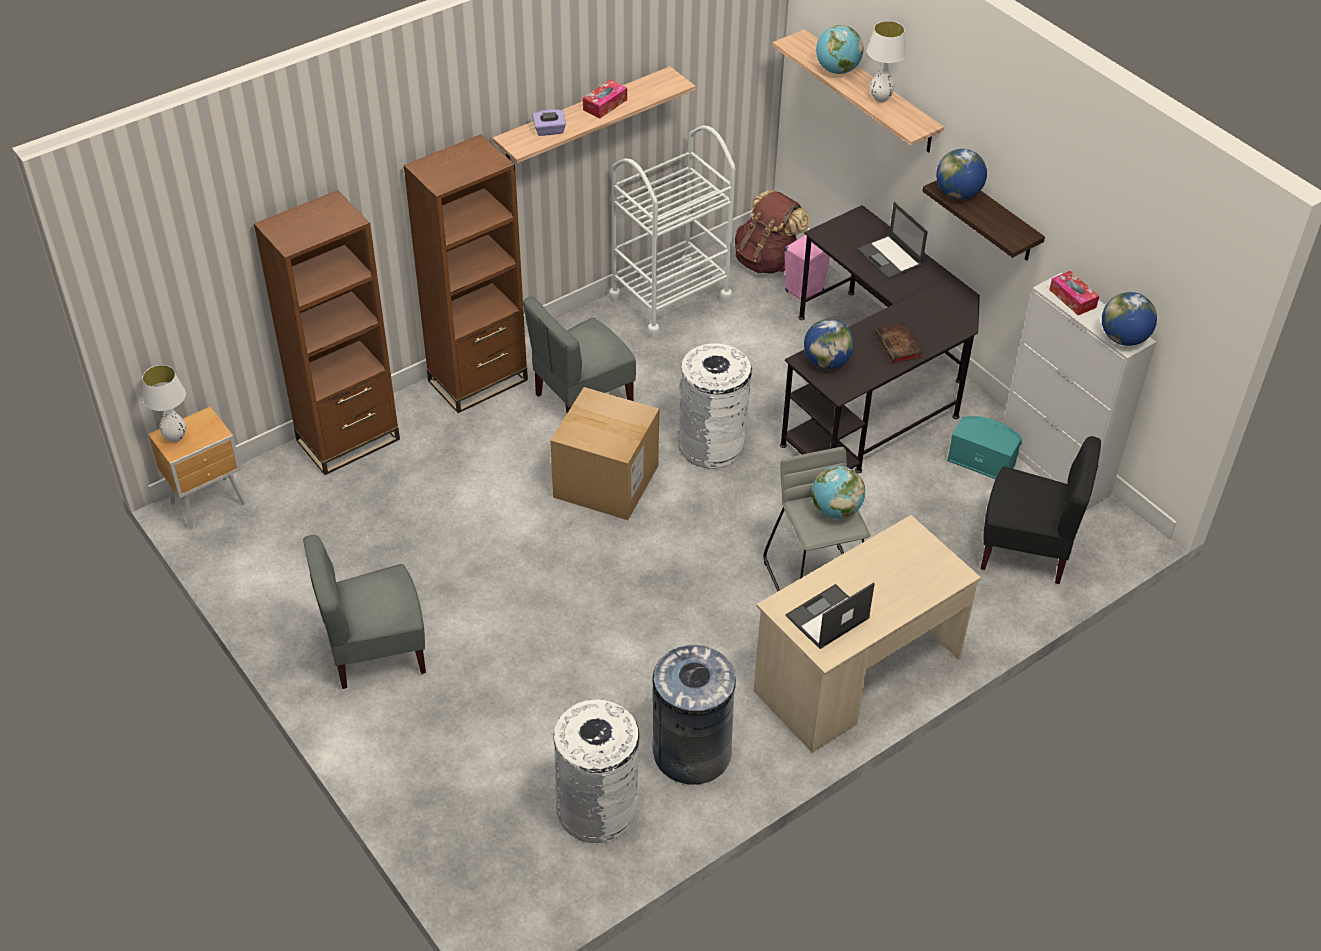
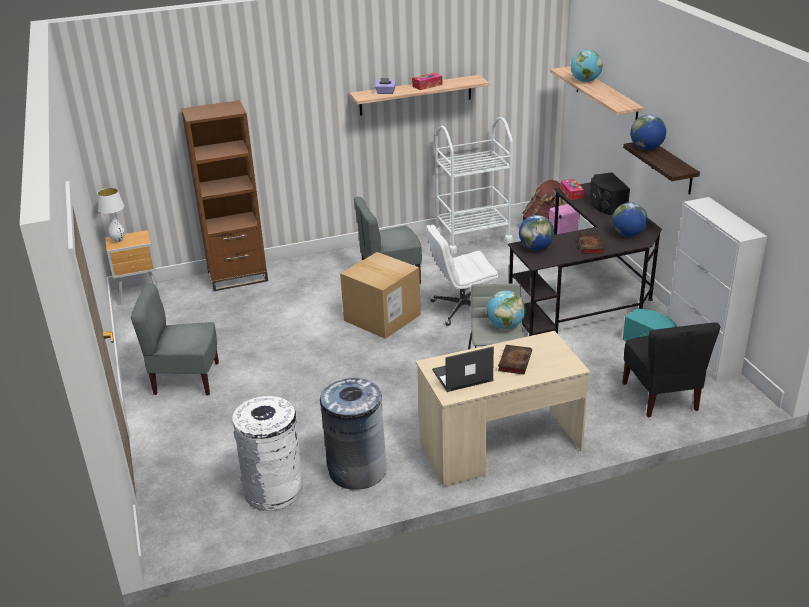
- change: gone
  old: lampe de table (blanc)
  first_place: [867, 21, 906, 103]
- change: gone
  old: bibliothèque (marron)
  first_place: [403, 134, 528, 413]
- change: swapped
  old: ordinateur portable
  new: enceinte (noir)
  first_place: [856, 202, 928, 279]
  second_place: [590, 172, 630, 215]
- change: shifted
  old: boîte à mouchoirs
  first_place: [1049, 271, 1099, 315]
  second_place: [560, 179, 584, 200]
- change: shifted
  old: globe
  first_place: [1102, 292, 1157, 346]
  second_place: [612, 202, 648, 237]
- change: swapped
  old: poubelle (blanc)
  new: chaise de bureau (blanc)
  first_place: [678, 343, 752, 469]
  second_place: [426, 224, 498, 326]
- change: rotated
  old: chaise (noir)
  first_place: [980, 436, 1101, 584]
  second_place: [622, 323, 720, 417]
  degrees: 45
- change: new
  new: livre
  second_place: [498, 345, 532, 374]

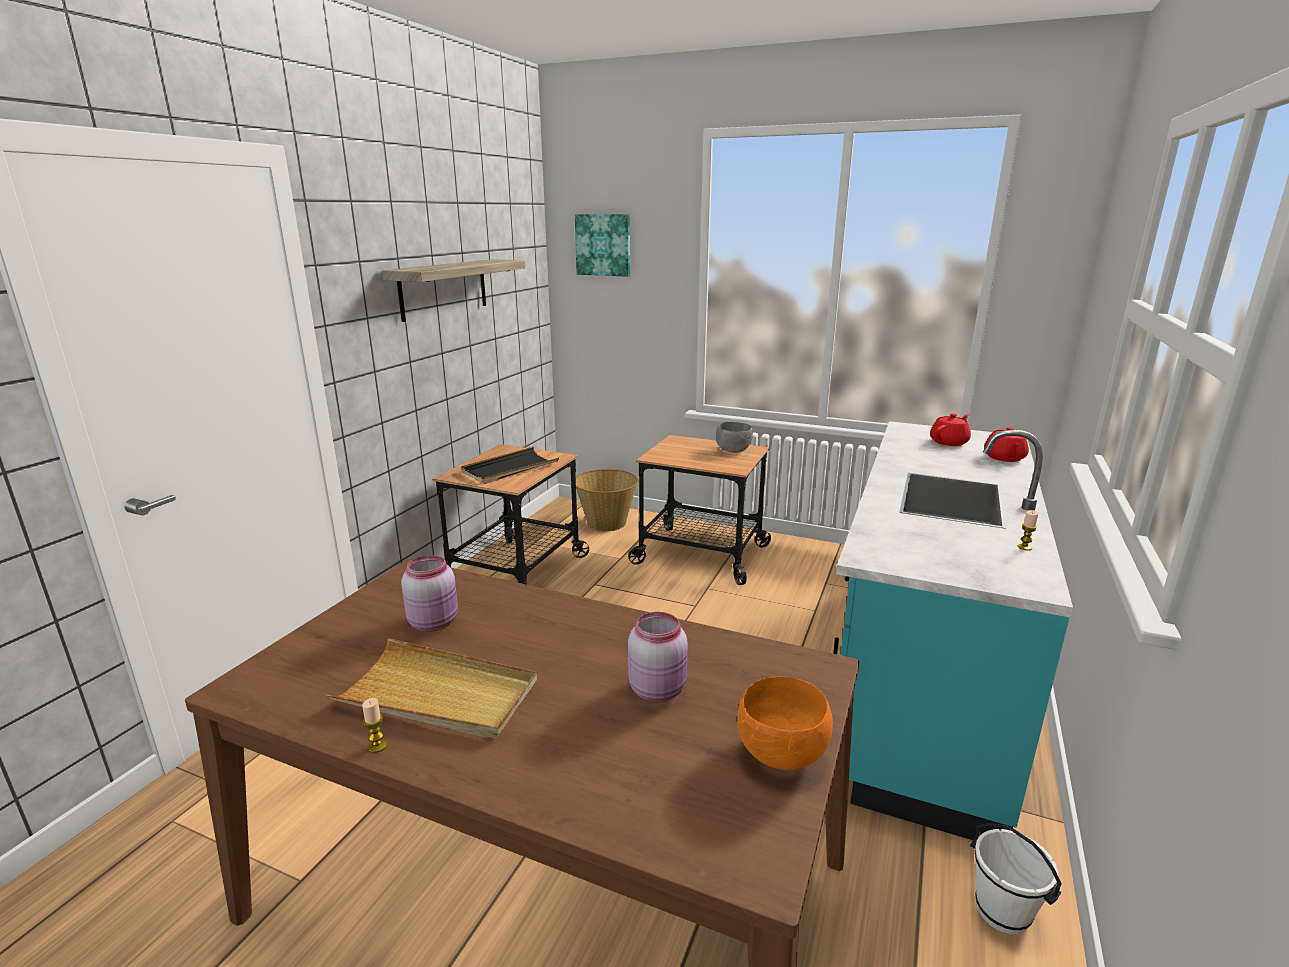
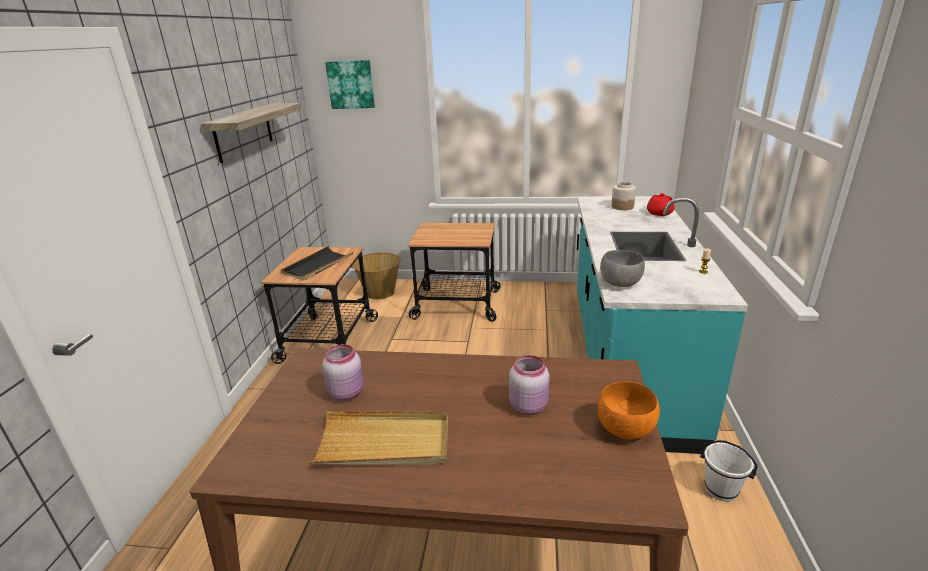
- change: swapped
  old: théière (rouge)
  new: bocal
  first_place: [930, 413, 971, 446]
  second_place: [611, 182, 636, 210]
- change: shifted
  old: bol (gris)
  first_place: [716, 422, 753, 453]
  second_place: [600, 250, 645, 287]
- change: gone
  old: bougie
  first_place: [362, 698, 387, 753]

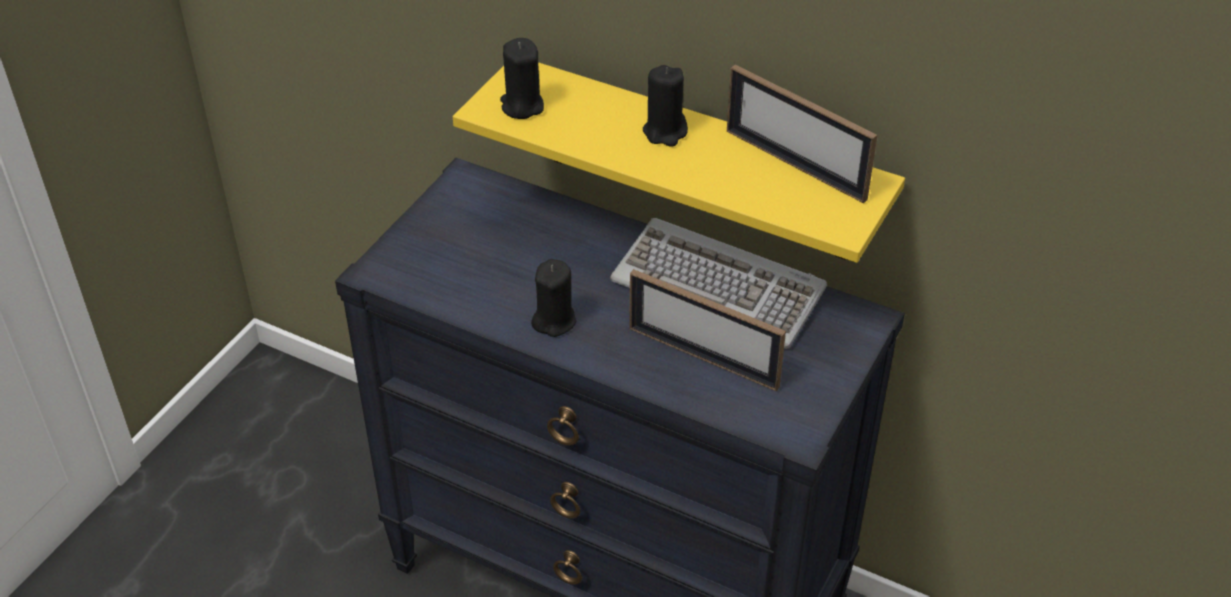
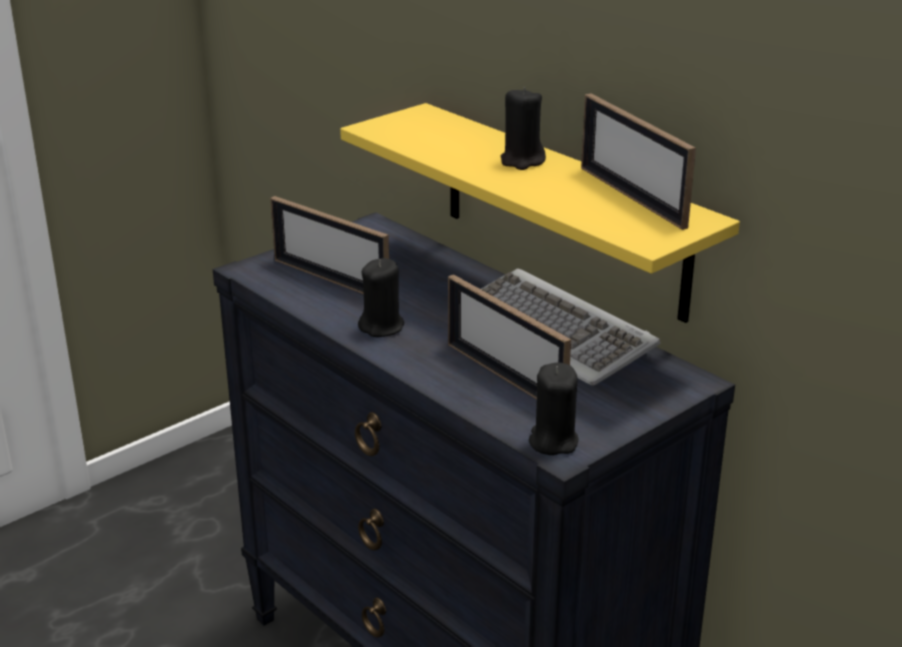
- change: shifted
  old: bougie (noir)
  first_place: [500, 38, 544, 119]
  second_place: [529, 362, 578, 455]
- change: new
  new: cadre photo
  second_place: [270, 196, 389, 294]

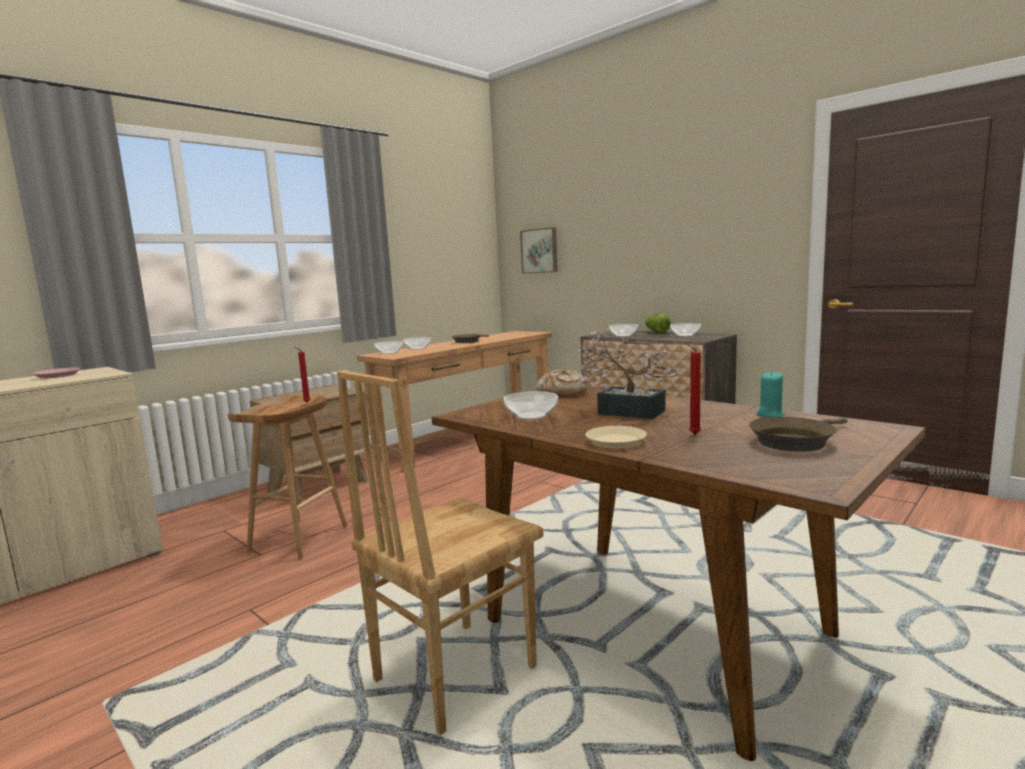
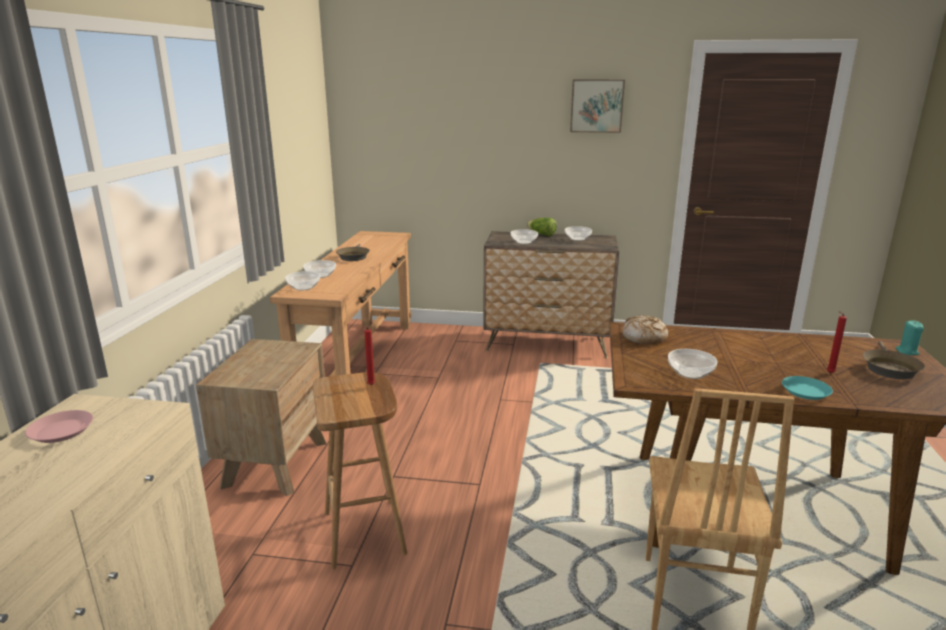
- change: shifted
  old: tableau
  first_place: [520, 227, 558, 274]
  second_place: [570, 79, 625, 133]
- change: gone
  old: plante en pot
  first_place: [576, 330, 678, 419]
- change: shifted
  old: bougie (turquoise)
  first_place: [756, 371, 784, 417]
  second_place: [895, 320, 924, 355]
- change: repainted
  old: assiette (beige)
  new: assiette (turquoise)
  first_place: [585, 426, 647, 448]
  second_place: [782, 376, 833, 400]

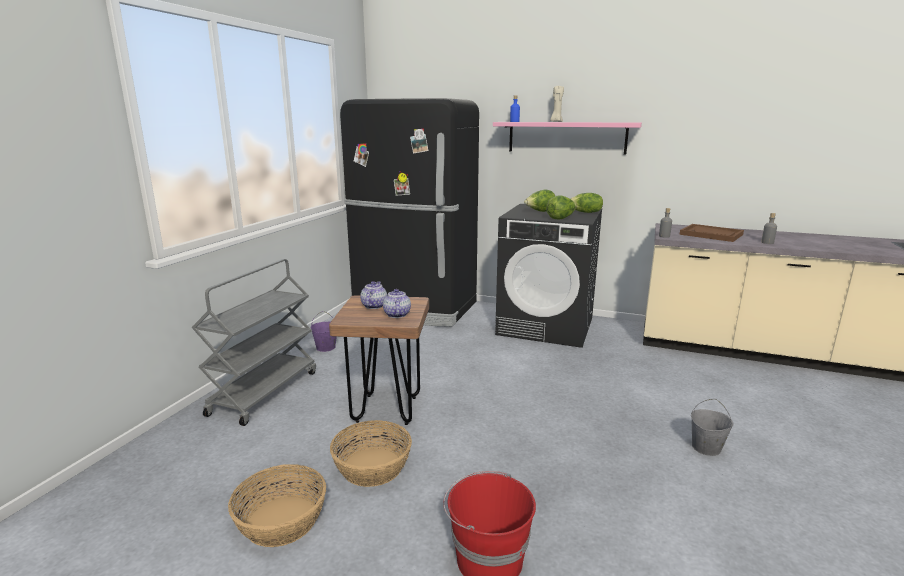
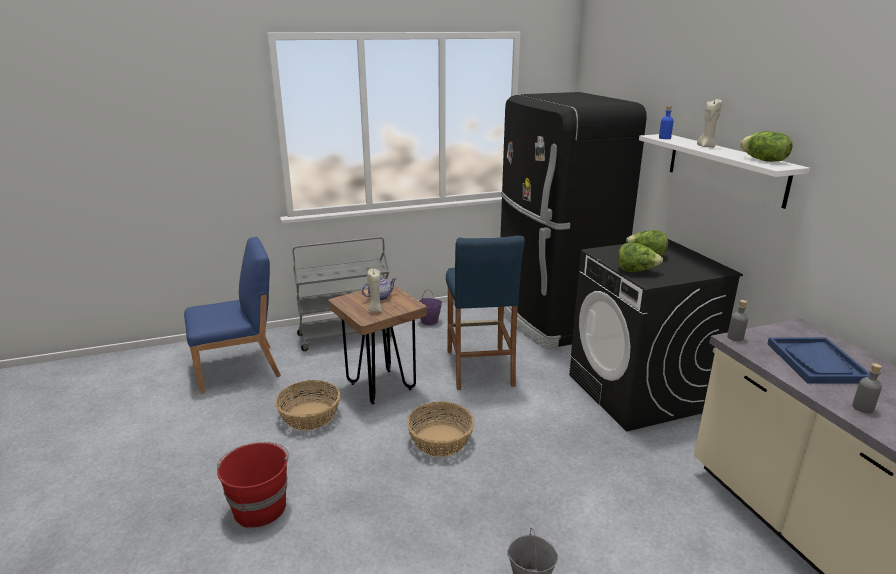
- change: repainted
  old: étagère (rose)
  new: étagère (blanc)
  first_place: [493, 122, 642, 154]
  second_place: [639, 134, 810, 209]
- change: shifted
  old: laitue
  first_place: [571, 193, 603, 213]
  second_place: [740, 131, 793, 162]
- change: repainted
  old: plateau (marron)
  new: plateau (bleu)
  first_place: [680, 224, 744, 242]
  second_place: [767, 337, 870, 383]
- change: swapped
  old: théière
  new: bougie (beige)
  first_place: [383, 289, 411, 318]
  second_place: [367, 269, 382, 312]
- change: shifted
  old: panier
  first_place: [228, 464, 326, 547]
  second_place: [407, 402, 475, 457]
- change: new
  new: tabouret (bleu)
  second_place: [446, 236, 525, 390]
- change: new
  new: chaise (bleu)
  second_place: [184, 237, 281, 394]

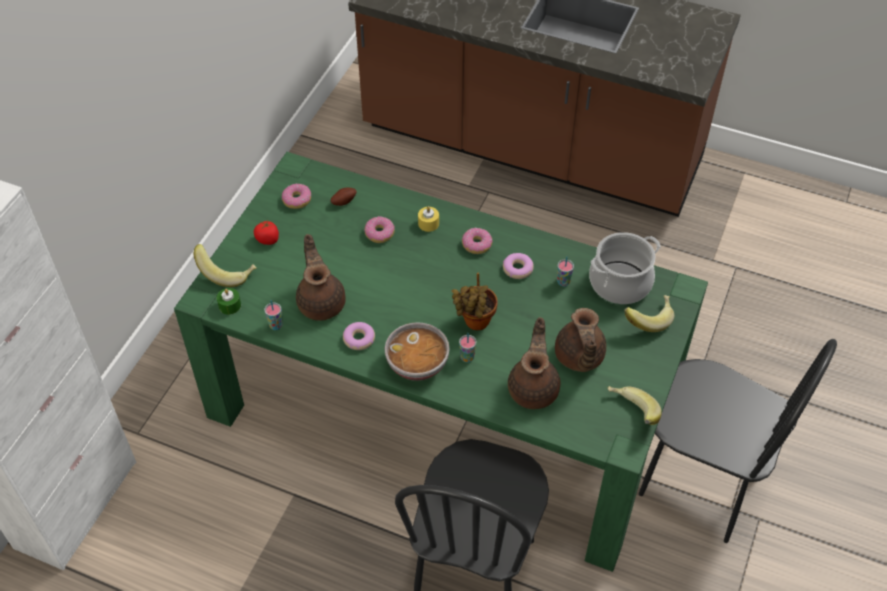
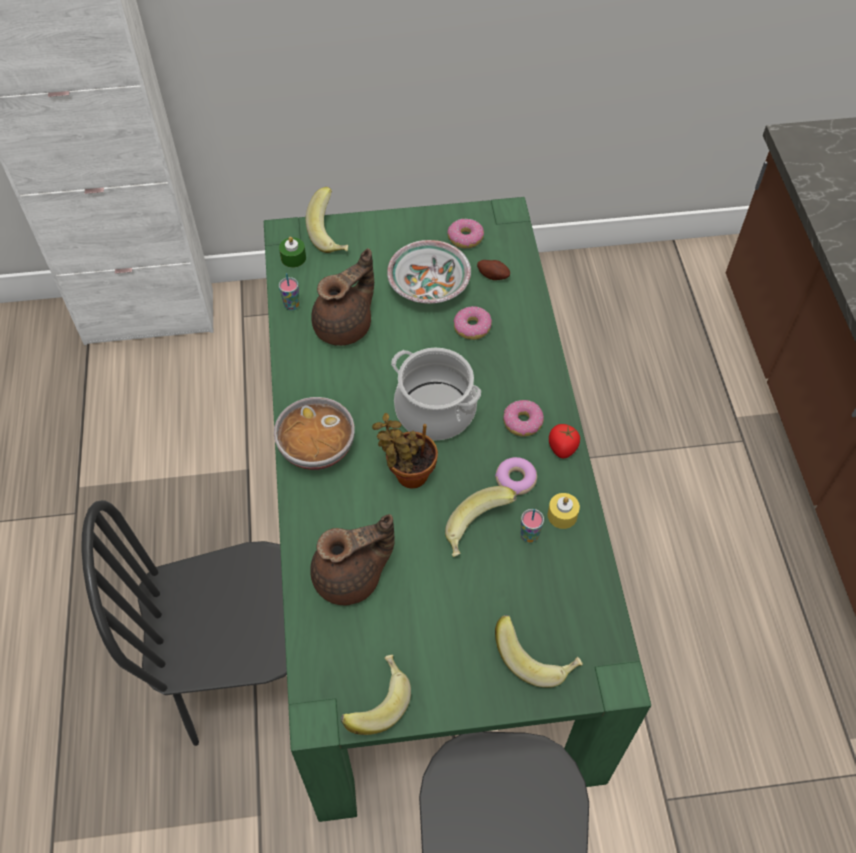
- change: shifted
  old: bougie (jaune)
  first_place: [418, 206, 439, 232]
  second_place: [548, 493, 580, 529]
- change: shifted
  old: tomate
  first_place: [254, 220, 279, 245]
  second_place: [549, 424, 580, 458]
- change: shifted
  old: marmite
  first_place: [589, 232, 661, 304]
  second_place: [391, 348, 481, 440]
- change: gone
  old: théière (marron)
  first_place: [555, 308, 606, 372]
- change: gone
  old: beignet
  first_place: [343, 322, 375, 350]
- change: gone
  old: tasse
  first_place: [459, 333, 476, 363]
- change: new
  new: bol
  second_place: [387, 240, 471, 304]
- change: new
  new: banane
  second_place: [445, 486, 517, 557]

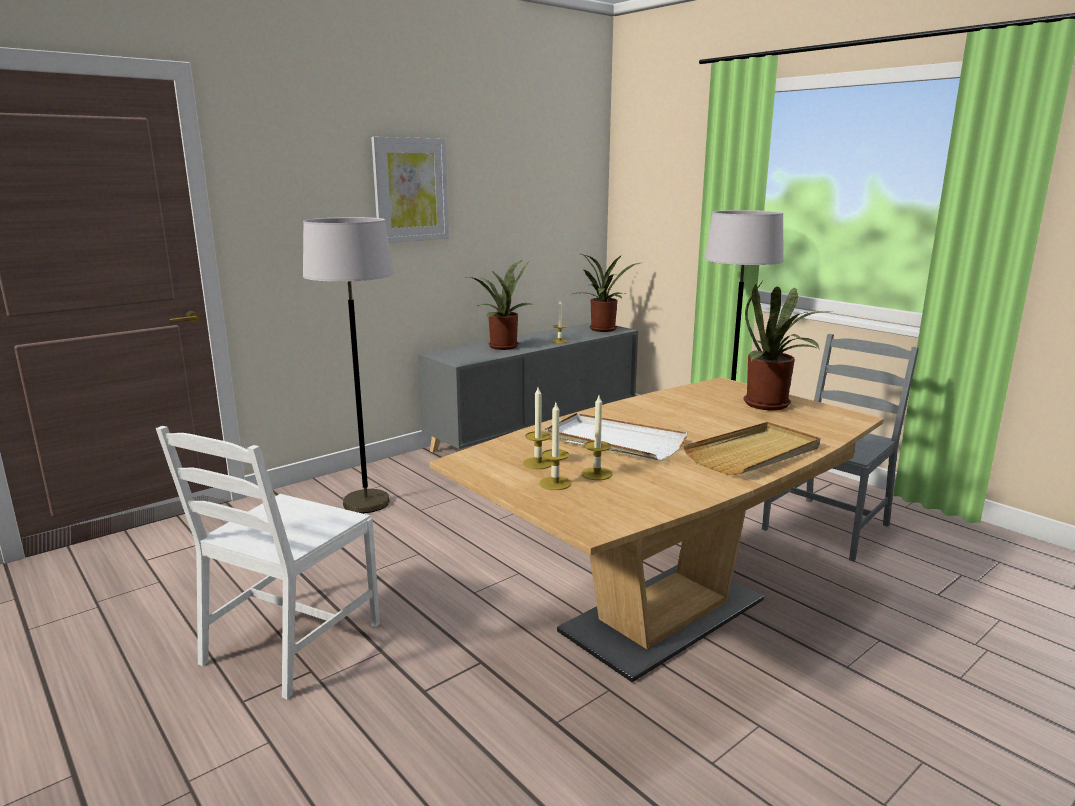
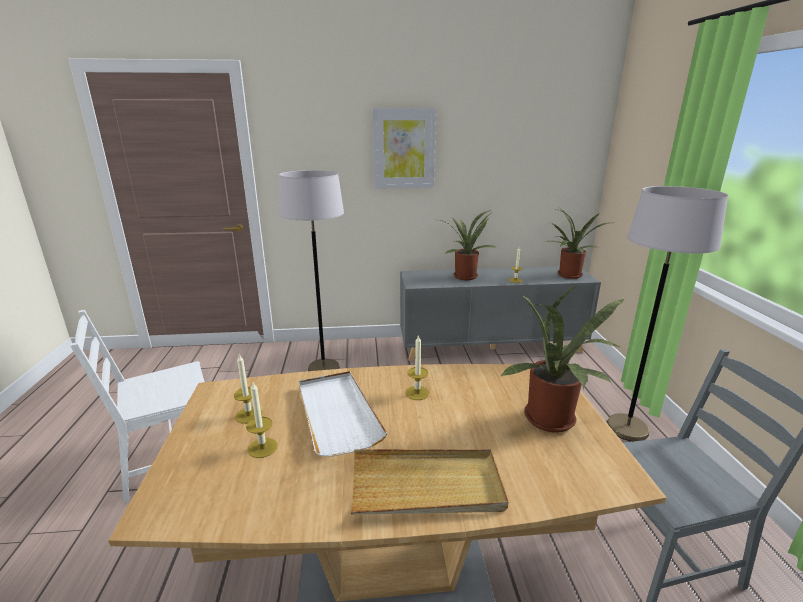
- change: shifted
  old: bougie
  first_place: [539, 403, 571, 490]
  second_place: [405, 335, 430, 400]

